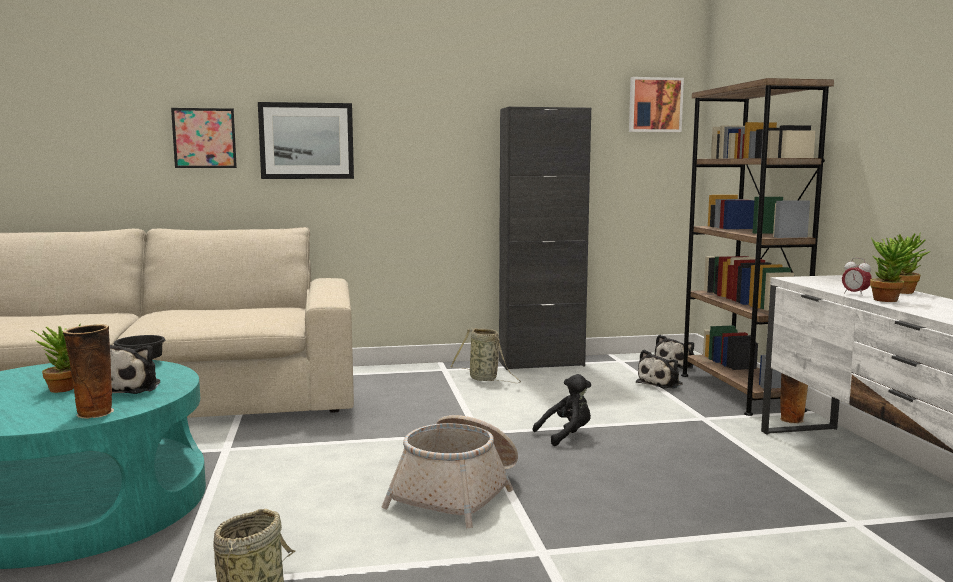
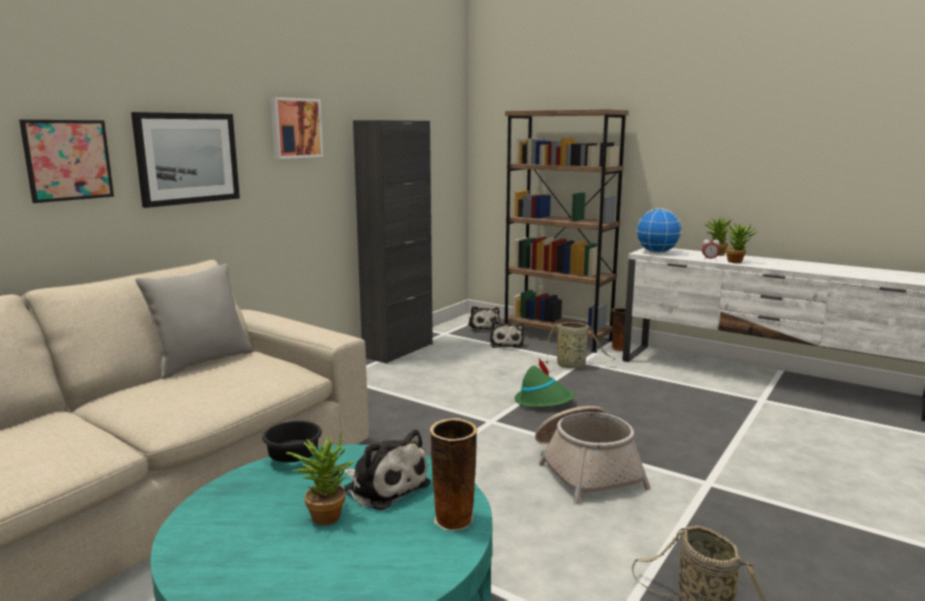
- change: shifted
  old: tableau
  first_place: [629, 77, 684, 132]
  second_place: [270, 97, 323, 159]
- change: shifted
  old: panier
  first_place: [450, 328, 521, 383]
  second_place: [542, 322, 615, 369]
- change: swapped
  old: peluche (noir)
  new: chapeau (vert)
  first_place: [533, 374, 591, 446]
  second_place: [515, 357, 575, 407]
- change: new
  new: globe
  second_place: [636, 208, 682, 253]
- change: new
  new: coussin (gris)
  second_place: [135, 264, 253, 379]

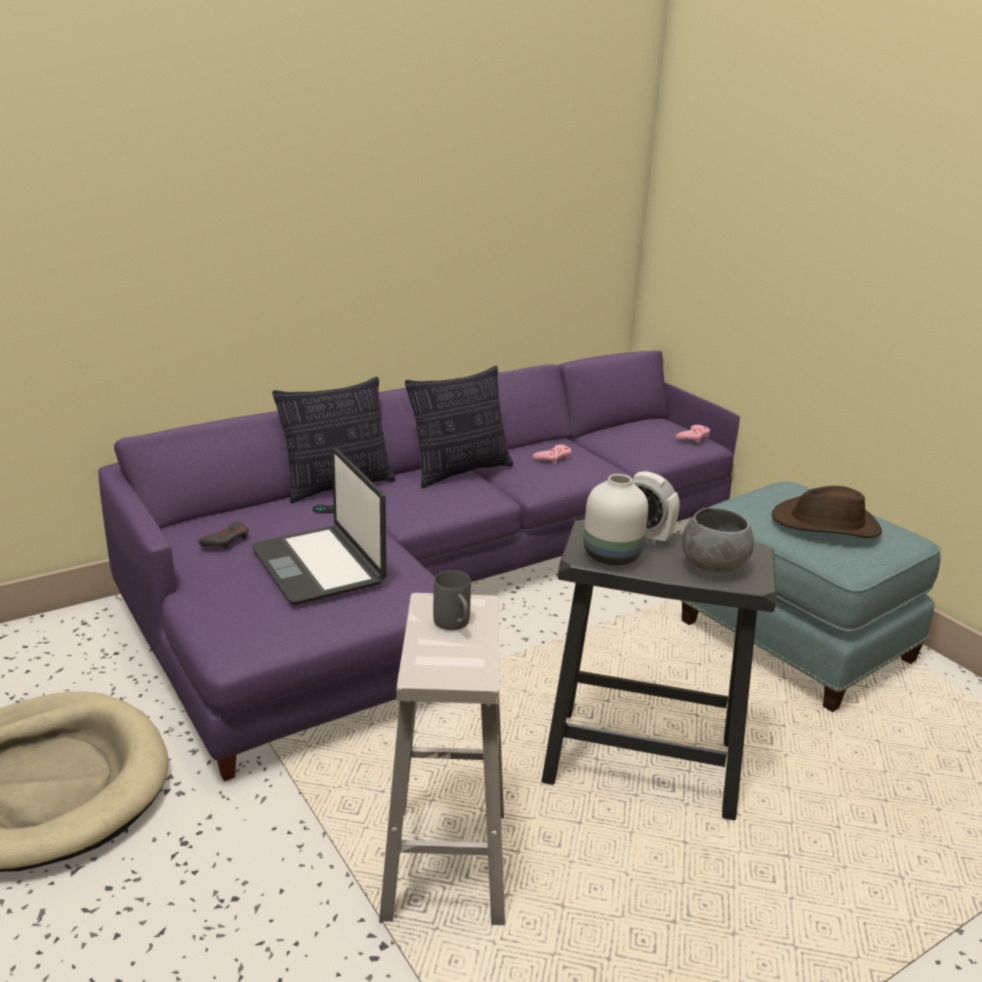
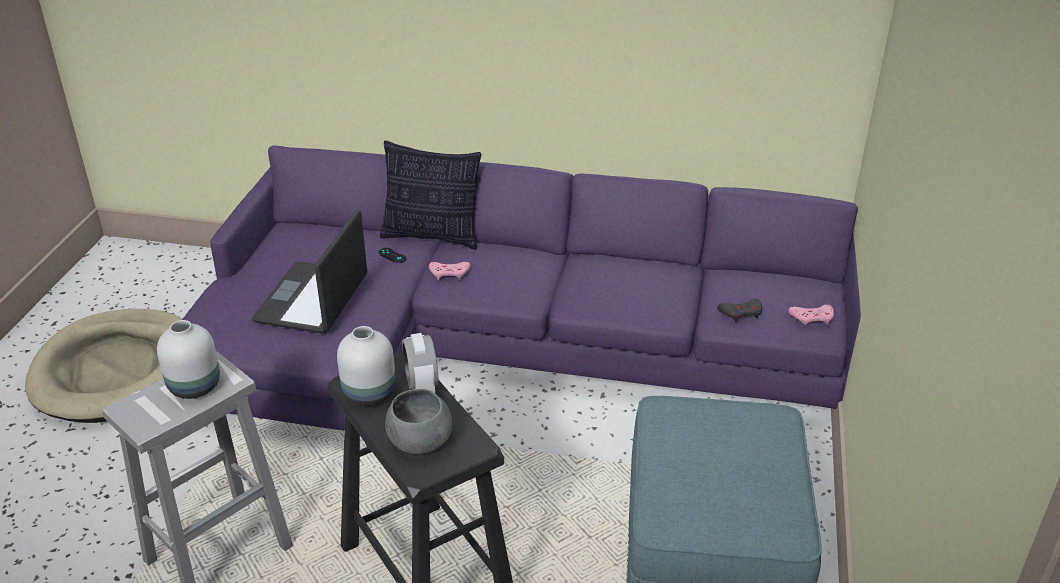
- change: gone
  old: coussin
  first_place: [405, 366, 513, 488]
- change: shifted
  old: manette (rose)
  first_place: [532, 444, 572, 464]
  second_place: [429, 262, 471, 280]
- change: gone
  old: chapeau (marron)
  first_place: [771, 486, 882, 538]
- change: shifted
  old: manette (gris)
  first_place: [198, 522, 248, 549]
  second_place: [717, 298, 762, 322]
- change: swapped
  old: mug (gris)
  new: vase (blanc)
  first_place: [433, 570, 471, 630]
  second_place: [157, 320, 220, 399]

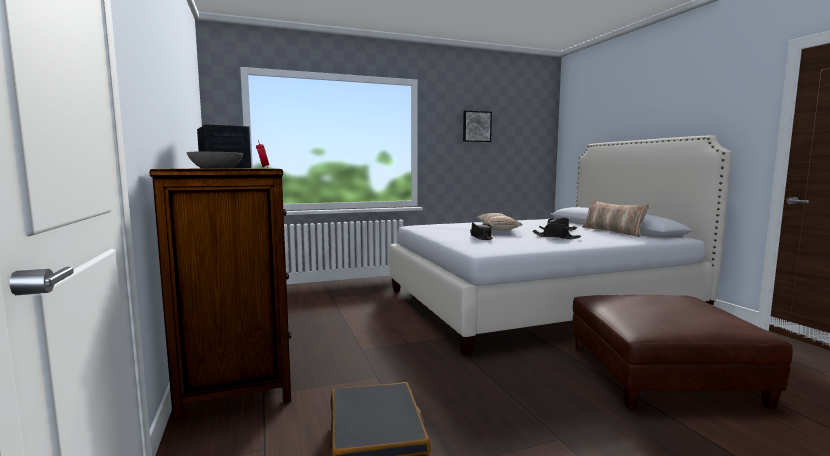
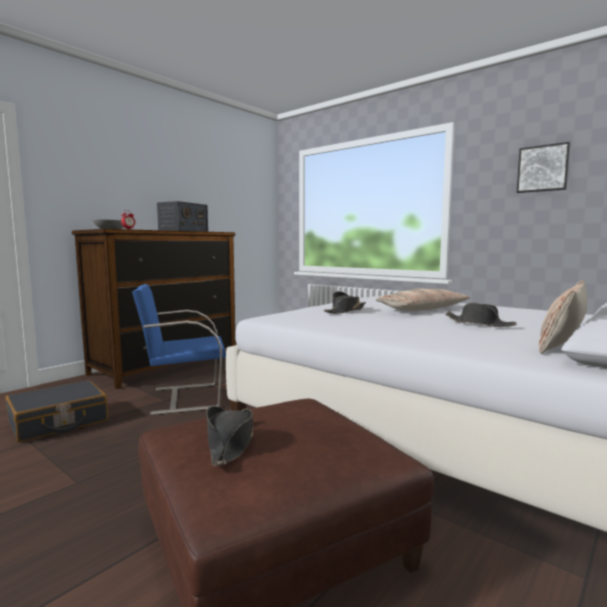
- change: shifted
  old: chapeau (noir)
  first_place: [532, 223, 581, 239]
  second_place: [206, 406, 253, 466]
- change: new
  new: chaise (bleu)
  second_place: [132, 284, 226, 415]

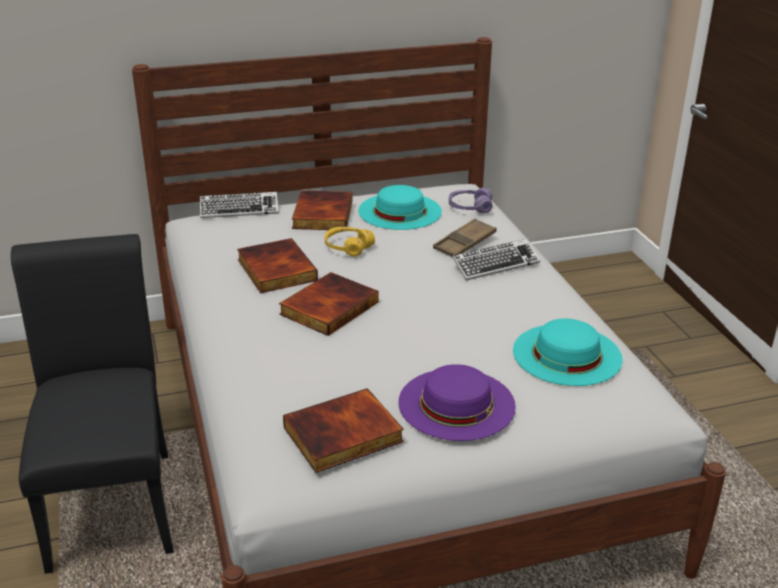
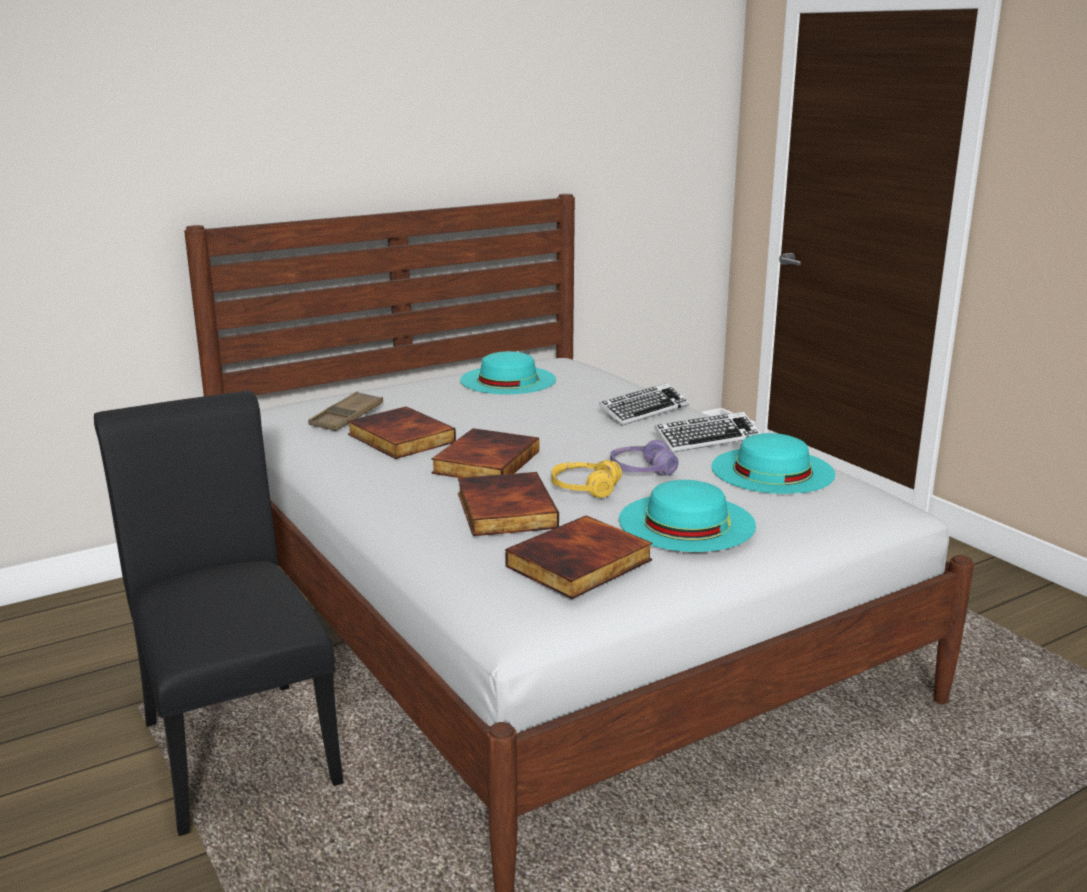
- change: shifted
  old: casque audio (violet)
  first_place: [449, 188, 493, 213]
  second_place: [610, 440, 678, 476]
- change: shifted
  old: livre
  first_place: [292, 190, 352, 230]
  second_place: [458, 472, 559, 536]
- change: shifted
  old: clavier
  first_place: [200, 192, 279, 218]
  second_place: [654, 412, 761, 453]
- change: shifted
  old: plateau (marron)
  first_place: [433, 218, 497, 257]
  second_place: [308, 391, 383, 431]
- change: shifted
  old: casque audio (jaune)
  first_place: [325, 227, 375, 257]
  second_place: [552, 460, 622, 498]
- change: repainted
  old: chapeau (violet)
  new: chapeau (turquoise)
  first_place: [398, 364, 516, 441]
  second_place: [619, 480, 756, 552]

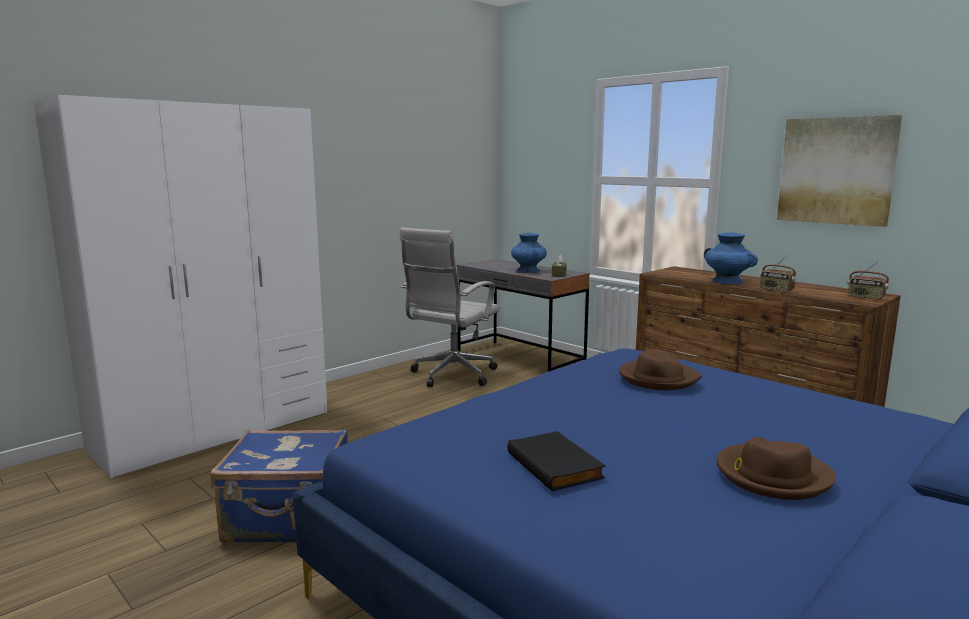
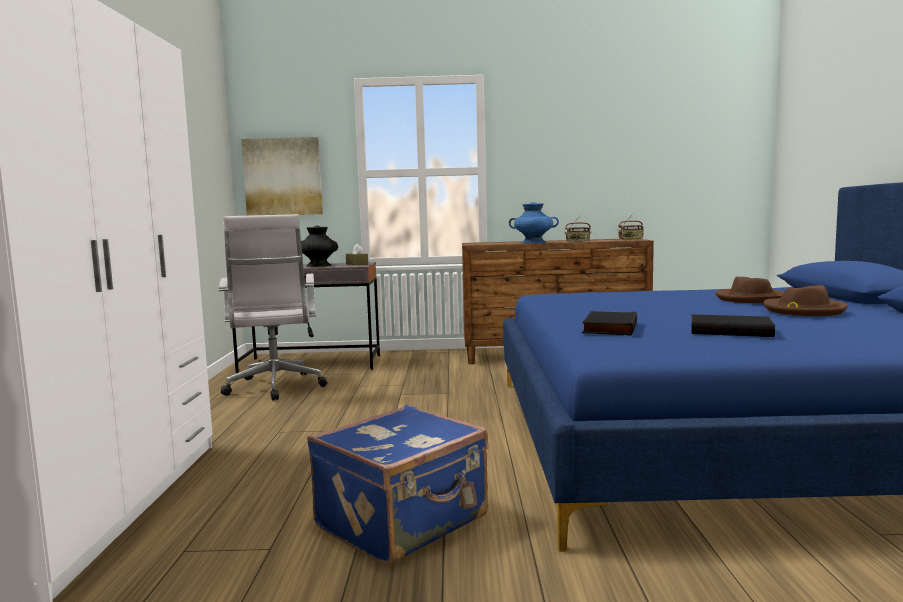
- change: shifted
  old: tableau
  first_place: [777, 115, 902, 227]
  second_place: [241, 137, 323, 216]
- change: repainted
  old: vase (bleu)
  new: vase (noir)
  first_place: [511, 232, 547, 273]
  second_place: [301, 226, 338, 267]
- change: shifted
  old: chapeau (marron)
  first_place: [619, 349, 702, 390]
  second_place: [715, 277, 784, 303]
- change: new
  new: livre (noir)
  second_place: [582, 311, 637, 336]

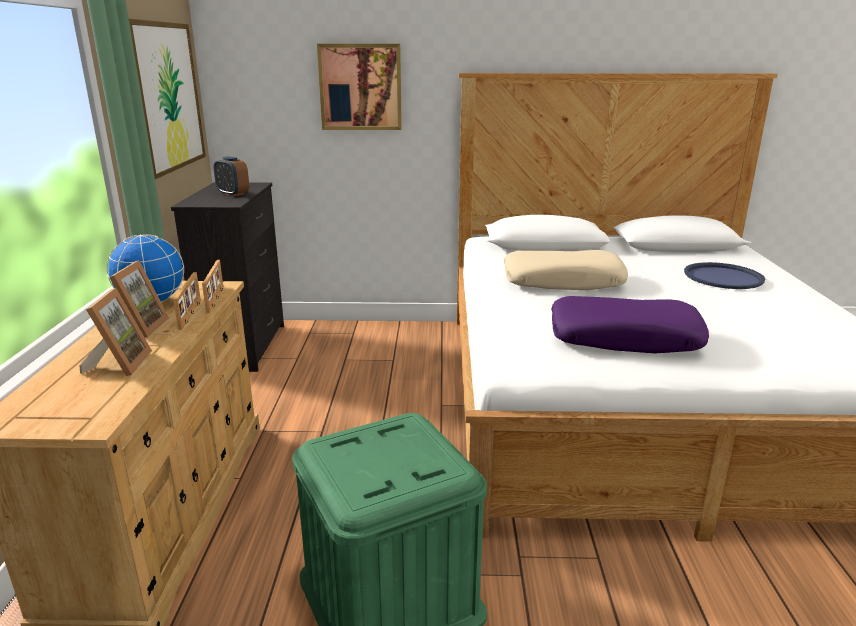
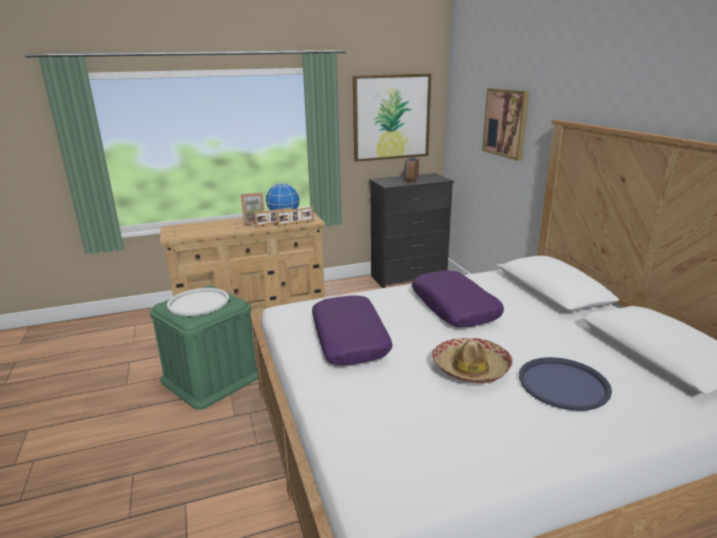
- change: repainted
  old: coussin (beige)
  new: coussin (violet)
  first_place: [504, 250, 628, 290]
  second_place: [412, 270, 504, 327]
- change: gone
  old: cadre photo
  first_place: [79, 288, 152, 376]
- change: new
  new: plateau (blanc)
  second_place: [167, 288, 229, 316]
- change: new
  new: chapeau
  second_place: [432, 338, 513, 383]

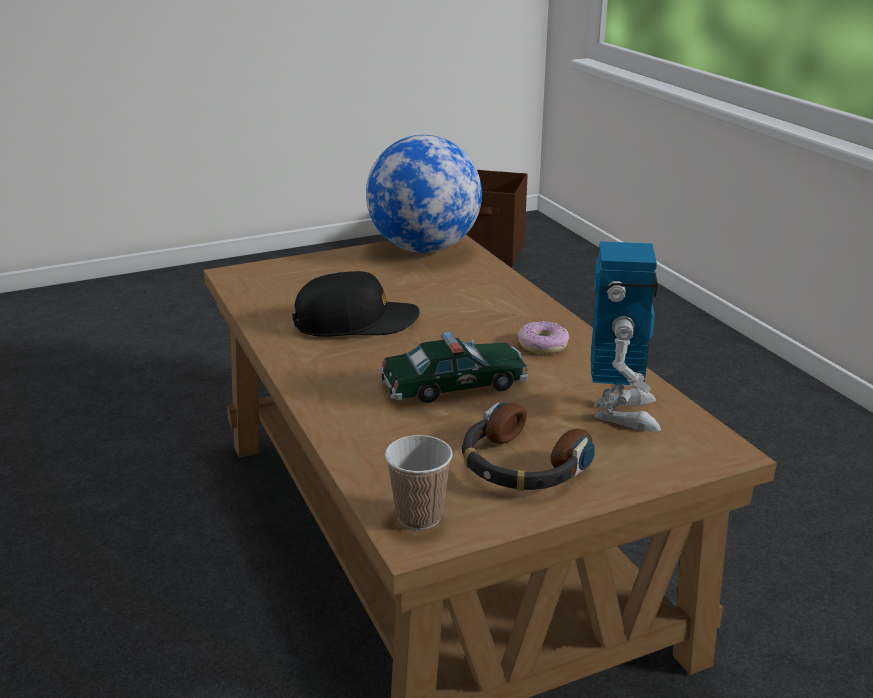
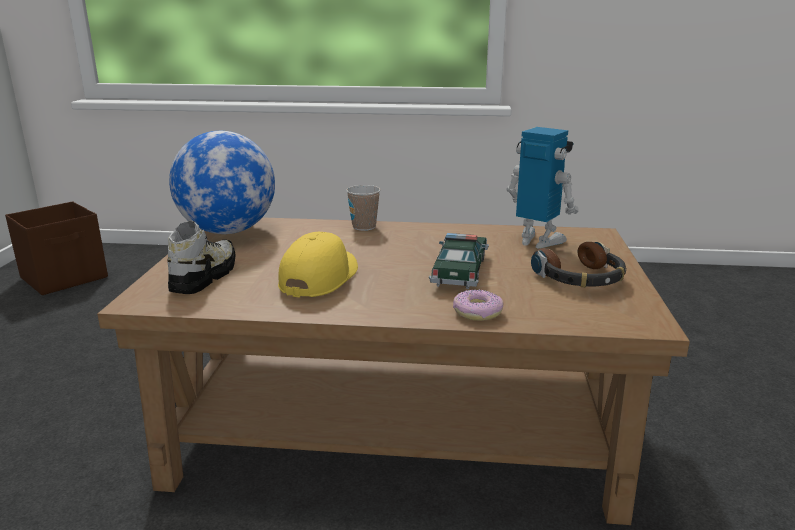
- change: repainted
  old: casquette (noir)
  new: casquette (jaune)
  first_place: [292, 271, 420, 337]
  second_place: [278, 232, 358, 297]
- change: shifted
  old: beignet
  first_place: [518, 321, 569, 354]
  second_place: [453, 290, 503, 321]
- change: shifted
  old: tasse
  first_place: [385, 435, 453, 530]
  second_place: [346, 185, 381, 231]
- change: new
  new: chaussure
  second_place: [167, 220, 235, 294]

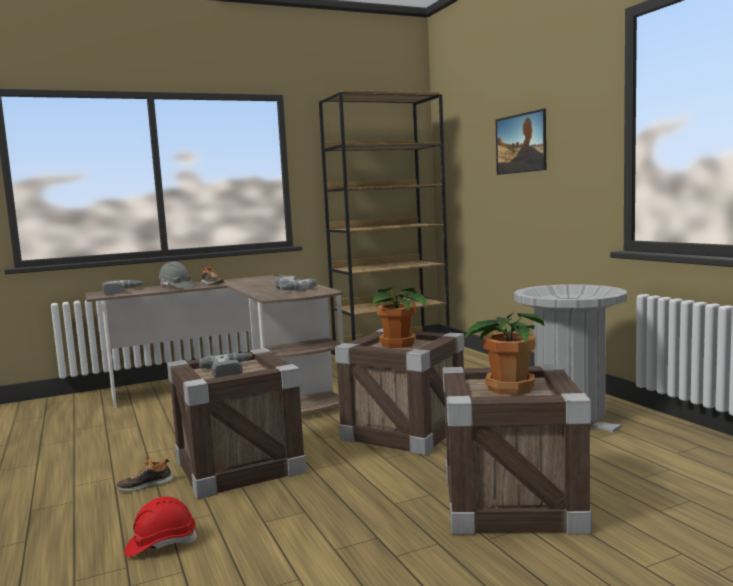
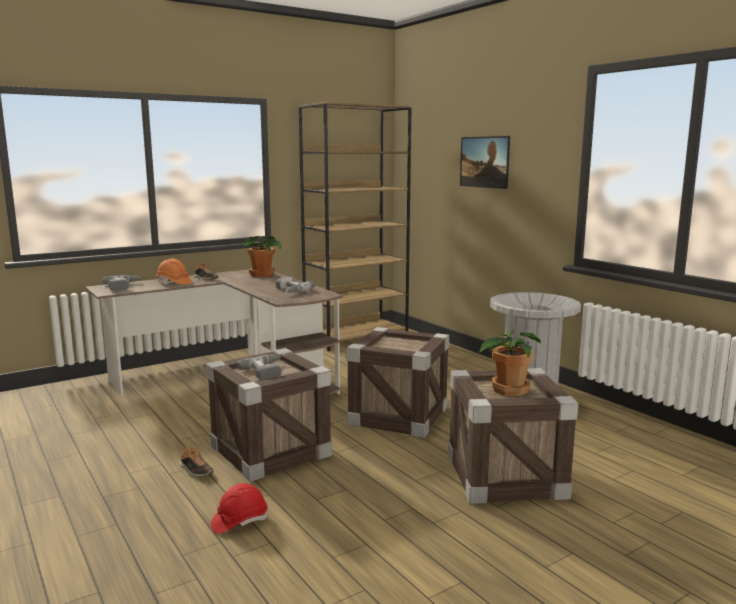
- change: repainted
  old: casque de chantier (gris)
  new: casque de chantier (orange)
  first_place: [158, 261, 194, 288]
  second_place: [156, 258, 192, 285]
- change: shifted
  old: plante en pot
  first_place: [371, 287, 426, 348]
  second_place: [243, 236, 281, 277]
- change: rotated
  old: chaussure
  first_place: [116, 457, 174, 492]
  second_place: [180, 447, 214, 477]
  degrees: -105

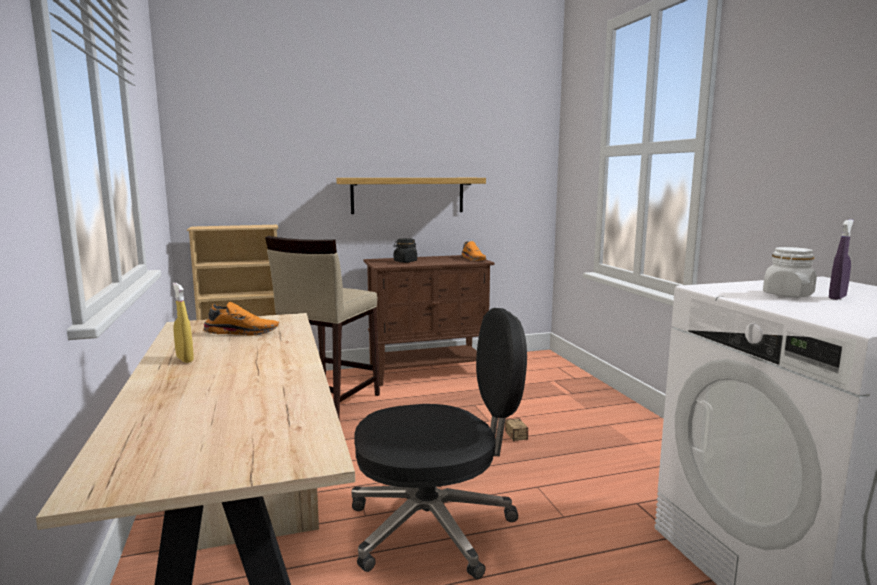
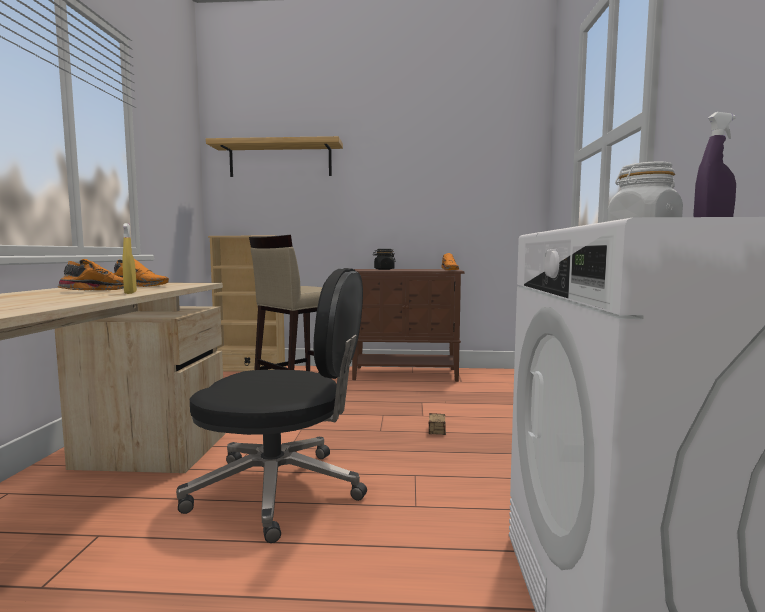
- change: shifted
  old: étagère
  first_place: [336, 178, 486, 214]
  second_place: [206, 136, 343, 177]
- change: shifted
  old: vaporisateur (jaune)
  first_place: [173, 283, 194, 363]
  second_place: [122, 223, 137, 294]
- change: new
  new: chaussure (orange)
  second_place: [58, 259, 124, 290]

